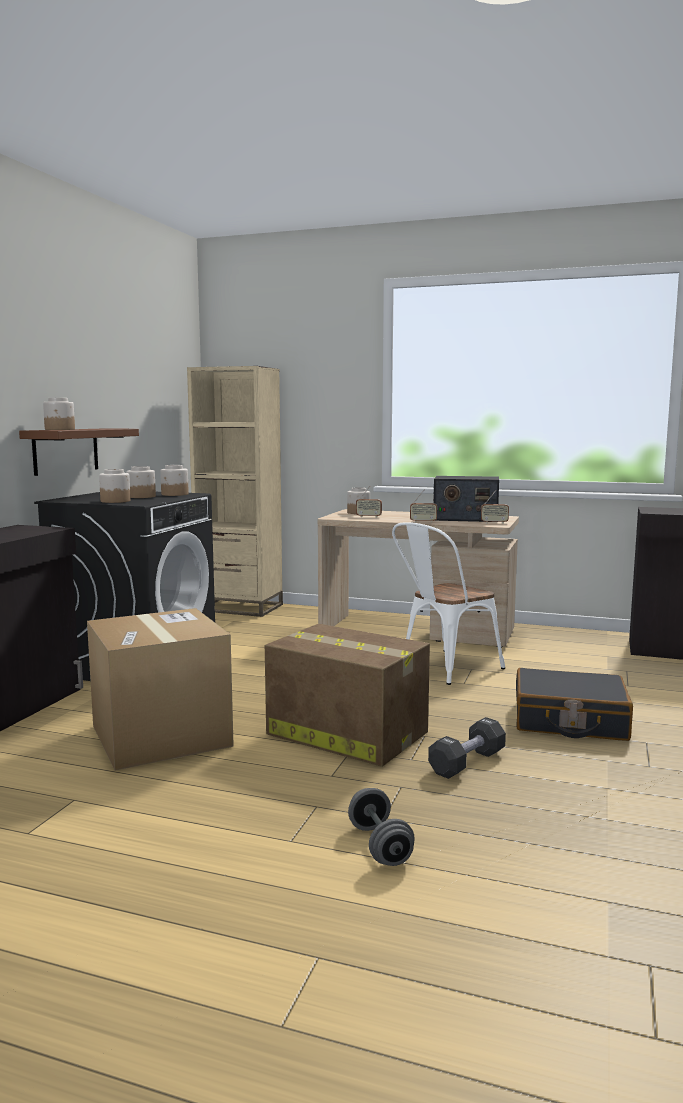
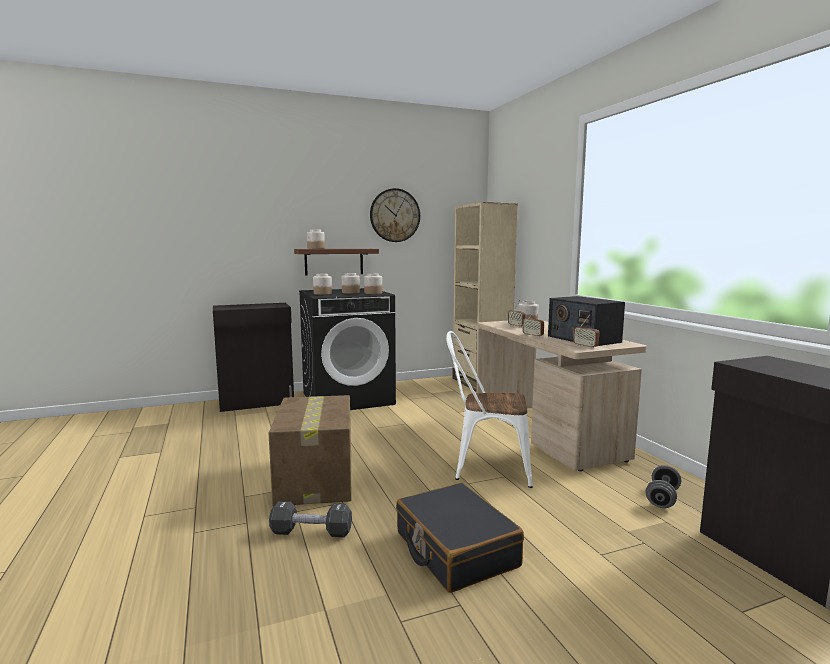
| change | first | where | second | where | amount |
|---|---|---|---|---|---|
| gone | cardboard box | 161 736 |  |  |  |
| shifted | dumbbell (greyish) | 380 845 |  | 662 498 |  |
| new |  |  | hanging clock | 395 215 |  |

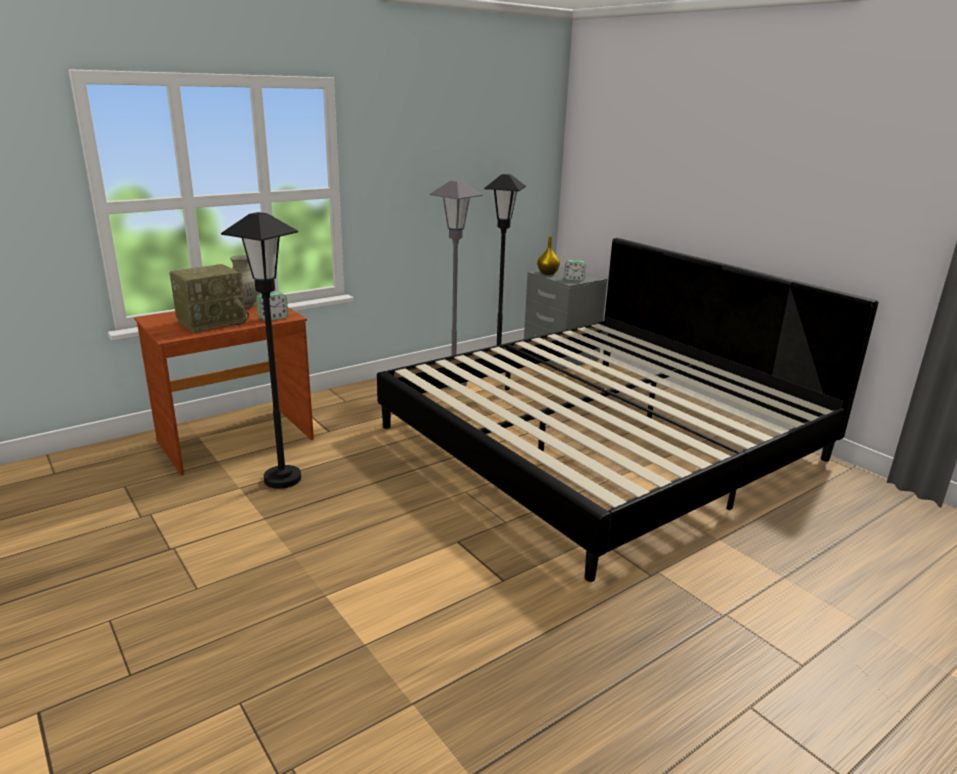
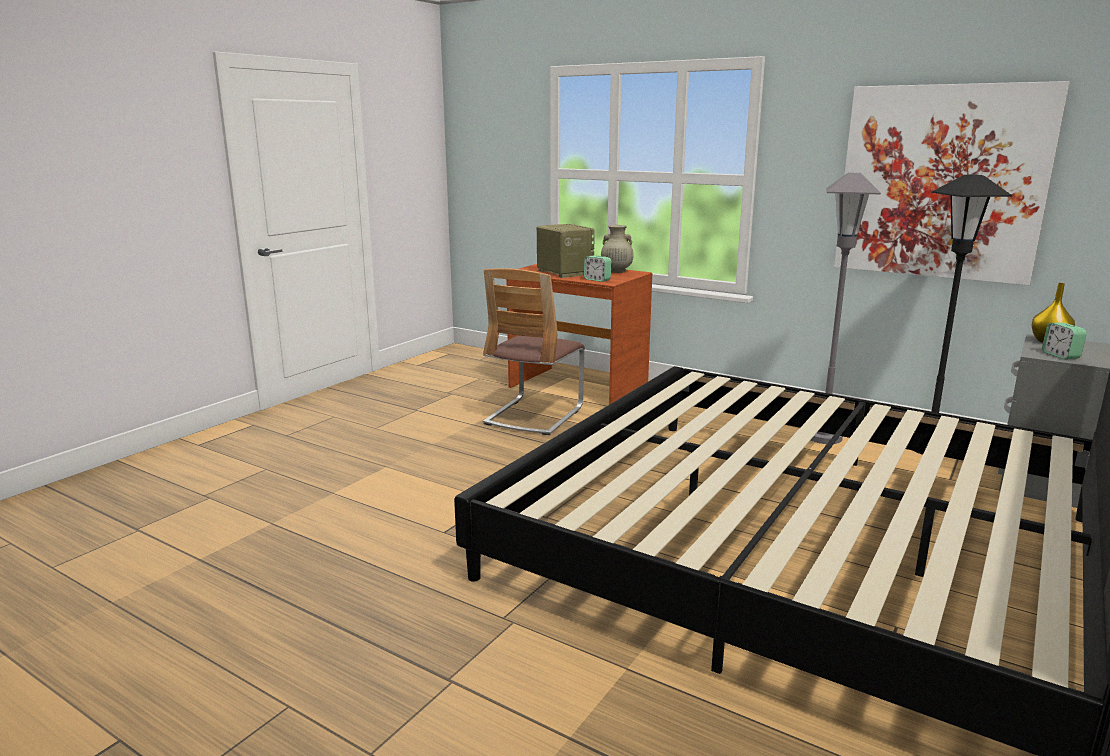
| change | first | where | second | where | amount |
|---|---|---|---|---|---|
| rotated | radio set | 212 322 |  | 563 272 | 150 degrees counterclockwise |
| swapped | standard lamp (black-coloured) | 282 479 | upright chair | 534 415 |  |
| new |  |  | wall picture | 941 182 |  |

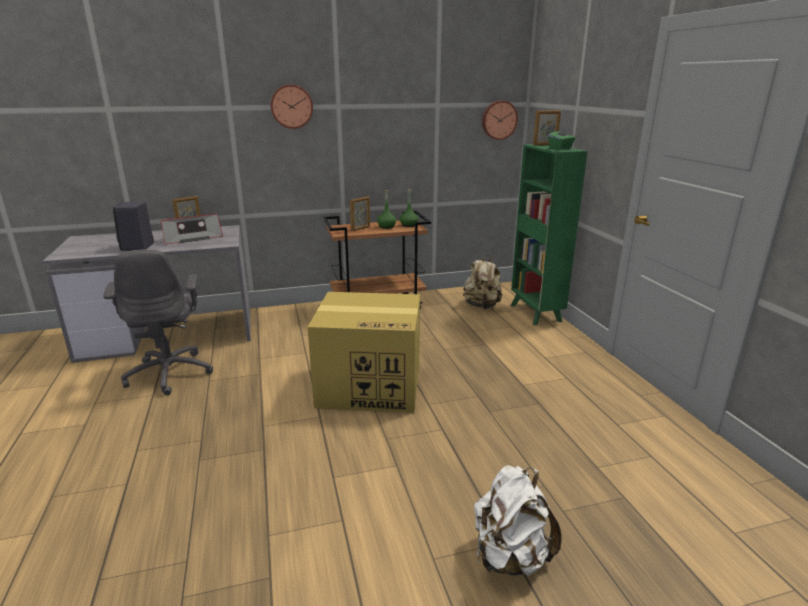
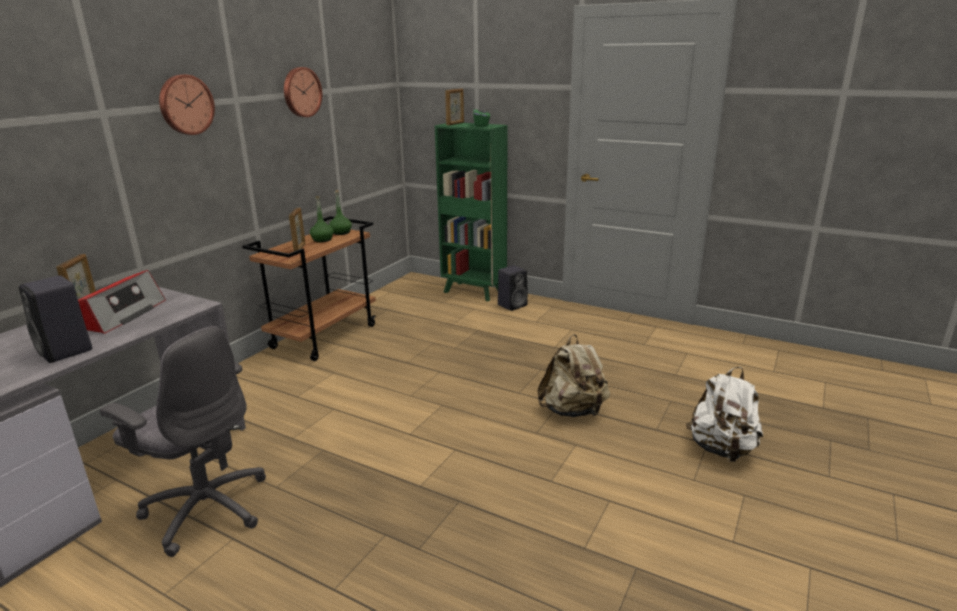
| change | first | where | second | where | amount |
|---|---|---|---|---|---|
| gone | cardboard box | 371 386 |  |  |  |
| shifted | rucksack (sand-coloured) | 482 306 |  | 573 411 |  |
| shifted | hanging clock | 499 120 |  | 301 92 |  |
| new |  |  | speaker (black-coloured) | 513 305 |  |

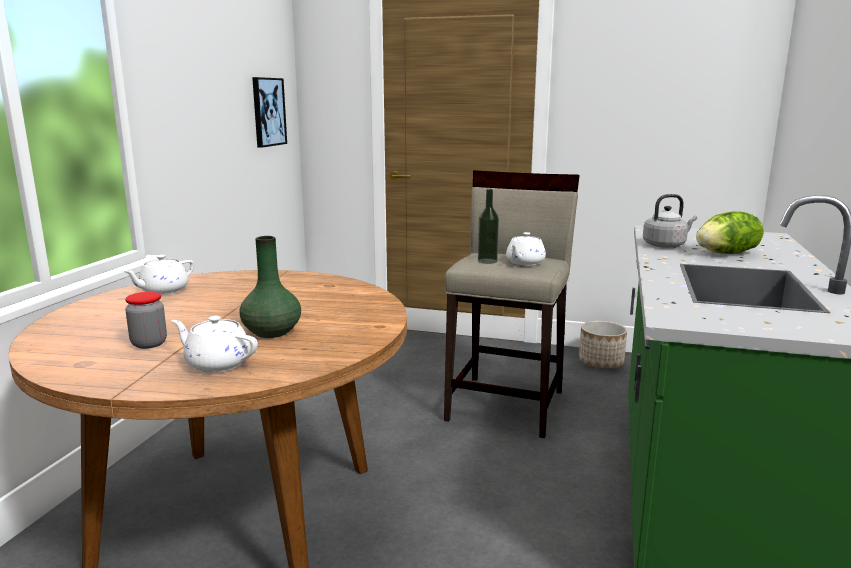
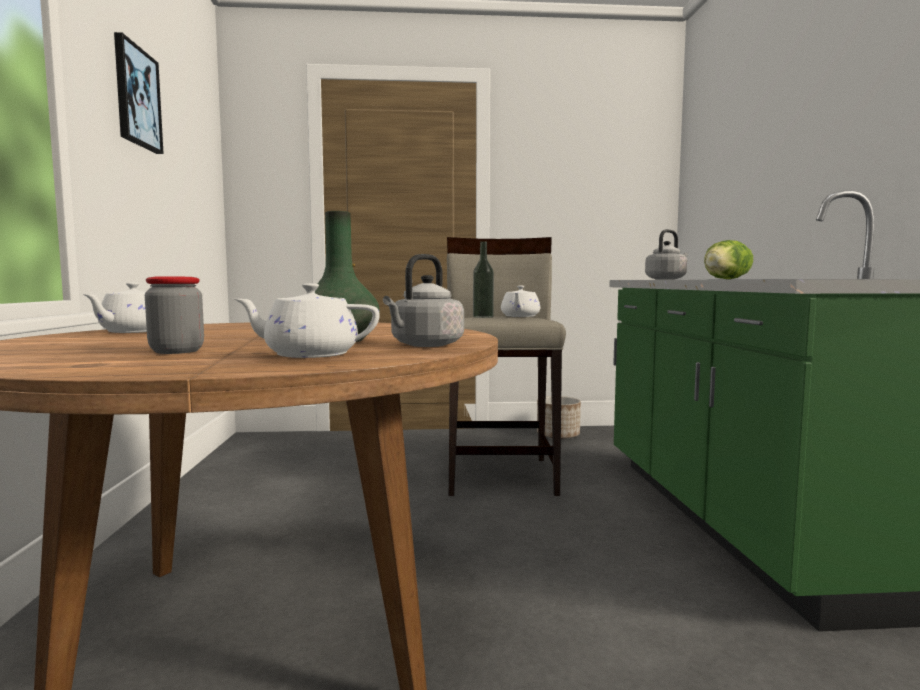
| change | first | where | second | where | amount |
|---|---|---|---|---|---|
| shifted | wall picture | 268 112 |  | 136 97 |  |
| new |  |  | tea kettle (greyish) | 424 345 |  |

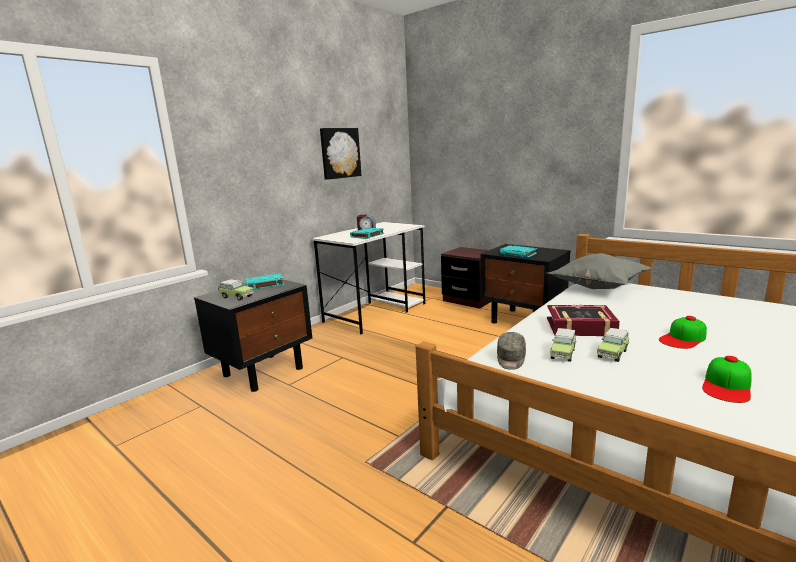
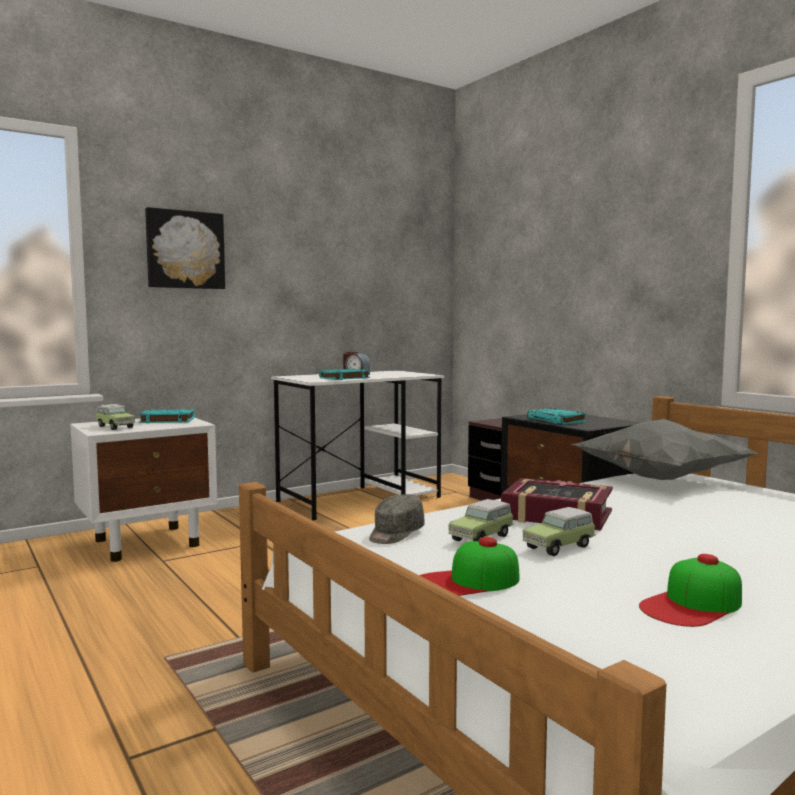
| change | first | where | second | where | amount |
|---|---|---|---|---|---|
| repainted | nightstand (black-coloured) | 264 371 | nightstand (whitish) | 148 542 |  |
| shifted | wall picture | 339 153 |  | 185 250 |  |
| shifted | baseball cap | 683 338 |  | 466 581 |  |

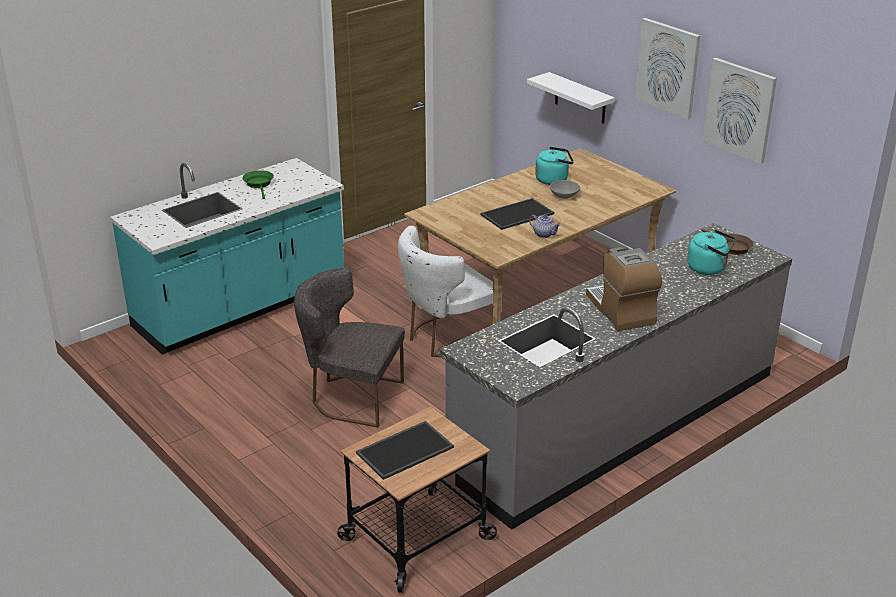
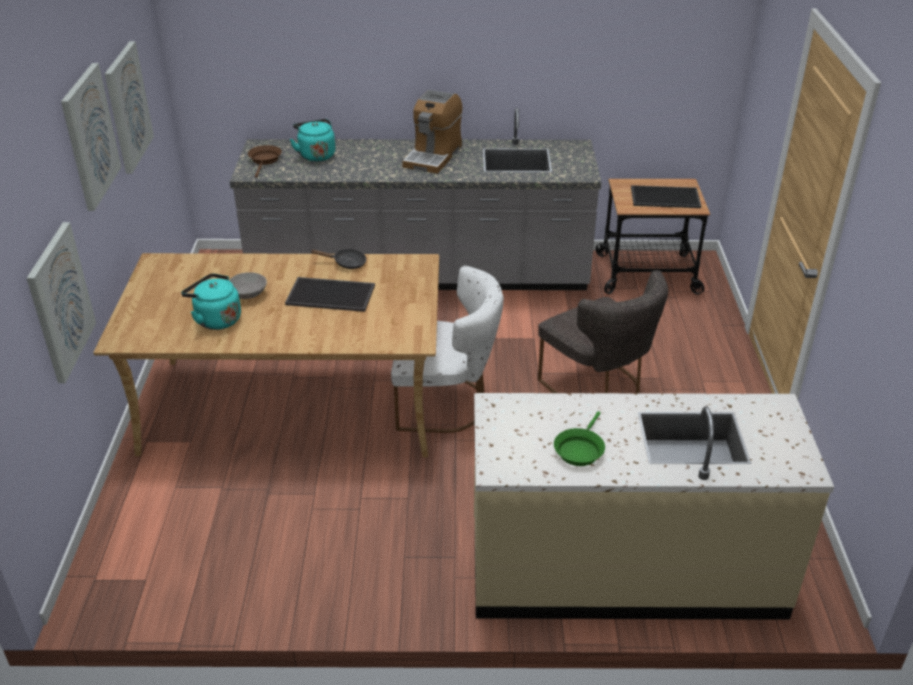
| change | first | where | second | where | amount |
|---|---|---|---|---|---|
| repainted | kitchen counter (blue-green) | 241 308 | kitchen counter (sand-coloured) | 624 570 |  |
| swapped | shelf (whitish) | 580 98 | wall picture | 60 302 |  |
| swapped | tea pot | 544 234 | pan (black-coloured) | 346 263 |  |

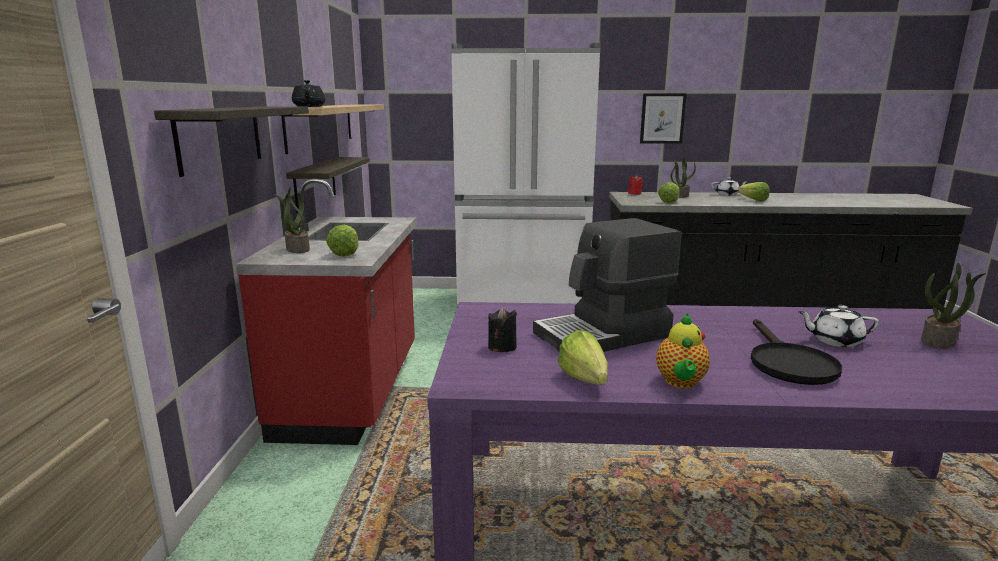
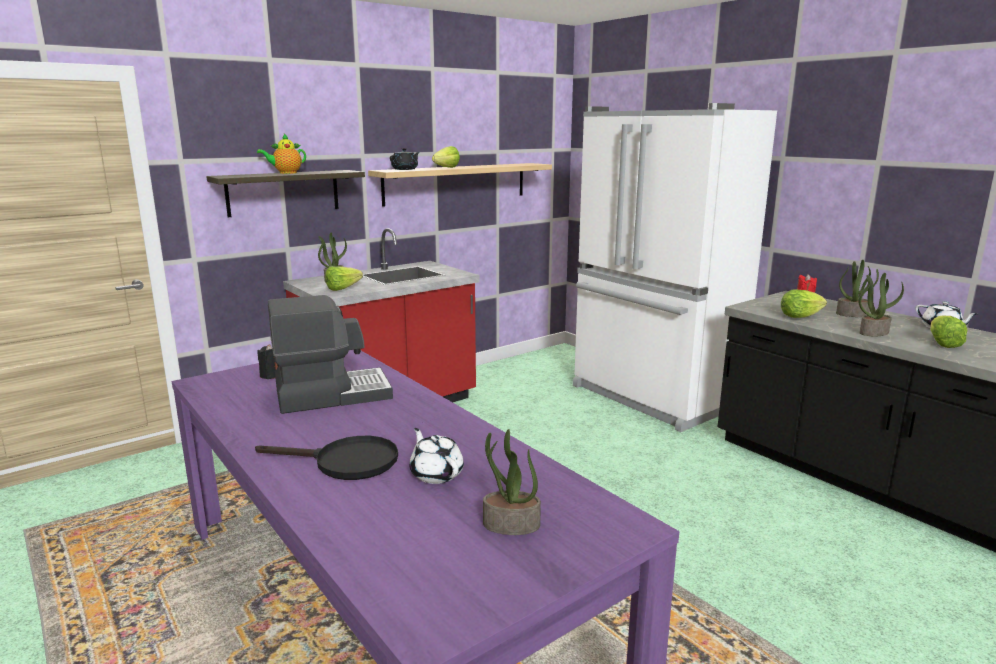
| change | first | where | second | where | amount |
|---|---|---|---|---|---|
| gone | shelf | 315 183 |  |  |  |
| rotated | coffee machine | 604 335 |  | 332 394 | 135 degrees clockwise |
| shifted | head of lettuce | 585 383 |  | 443 168 |  |
| gone | wall picture | 662 118 |  |  |  |
| shifted | tea pot | 680 383 |  | 286 173 |  |
| rotated | pan (black-coloured) | 787 363 |  | 345 462 | 135 degrees counterclockwise |
| new |  |  | plant in a pot | 873 332 |  |

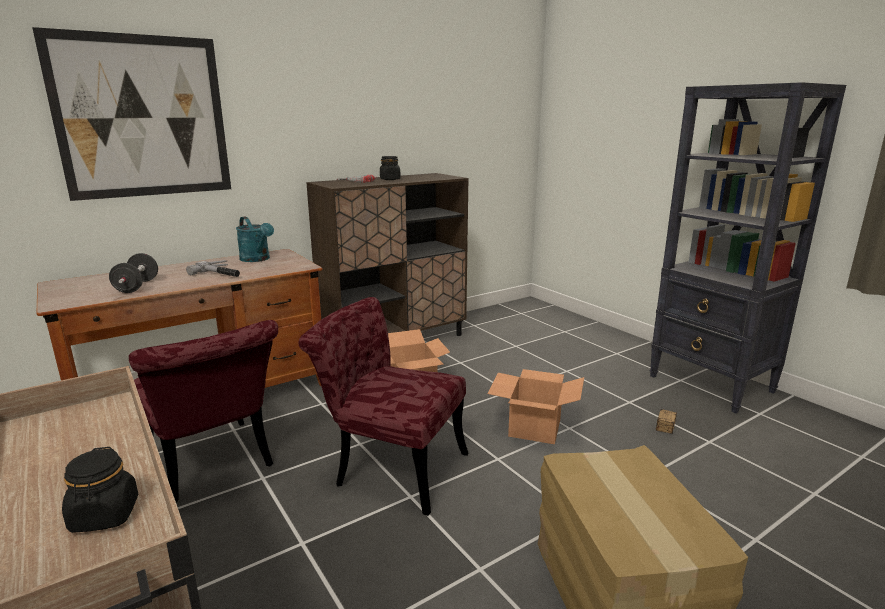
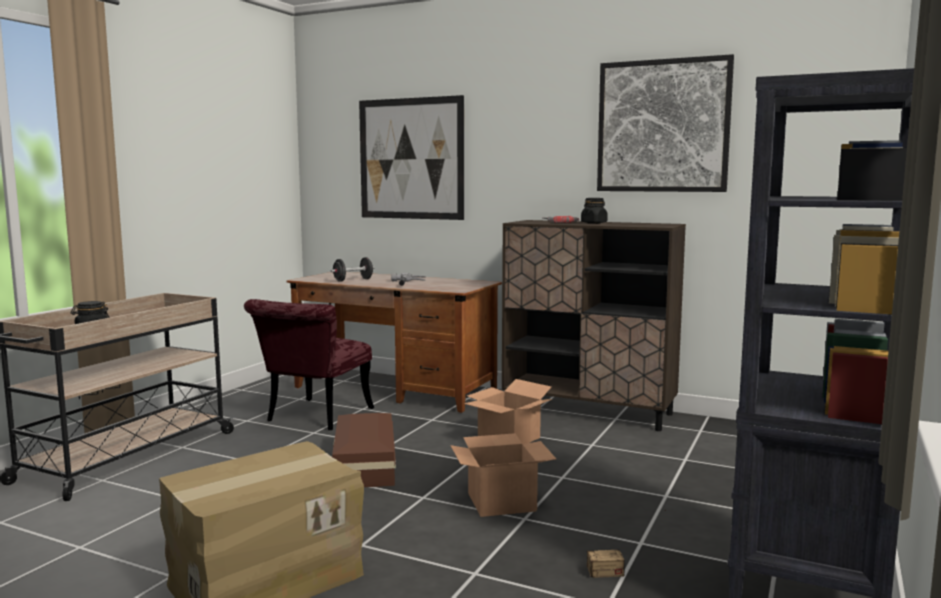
| change | first | where | second | where | amount |
|---|---|---|---|---|---|
| gone | watering pot (blue-green) | 257 259 |  |  |  |
| swapped | upright chair (red-coloured) | 390 467 | storage box (brown-coloured) | 366 463 |  |
| new |  |  | wall picture | 662 126 |  |

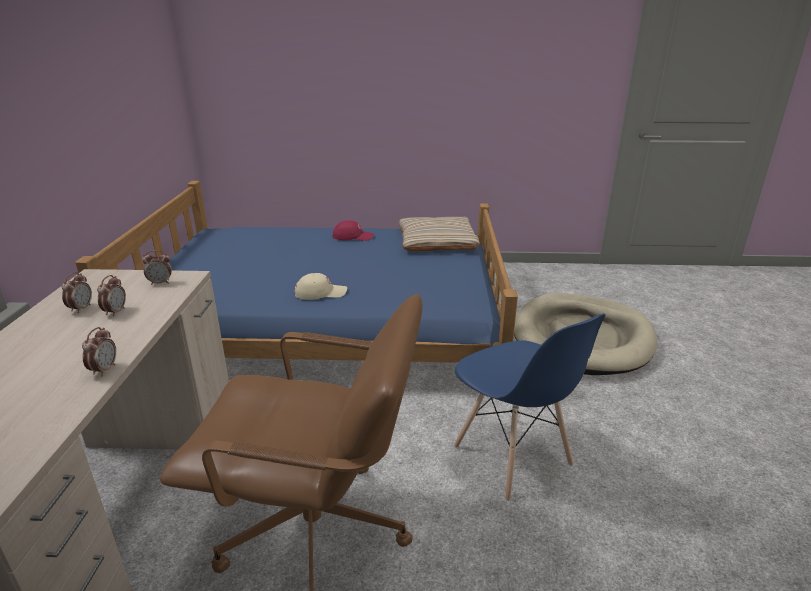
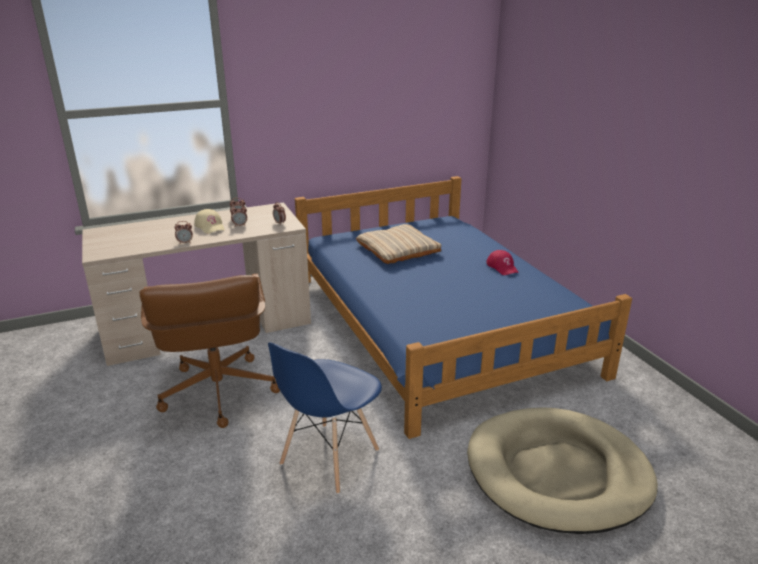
| change | first | where | second | where | amount |
|---|---|---|---|---|---|
| shifted | baseball cap (sand-coloured) | 320 292 |  | 210 226 |  |
| shifted | pillow (sand-coloured) | 436 240 |  | 398 249 |  |

